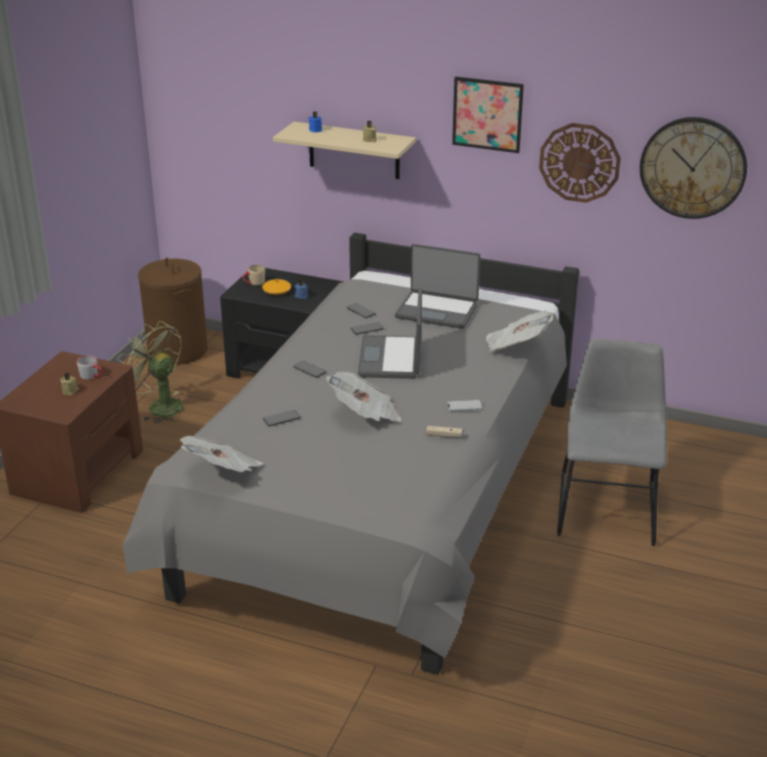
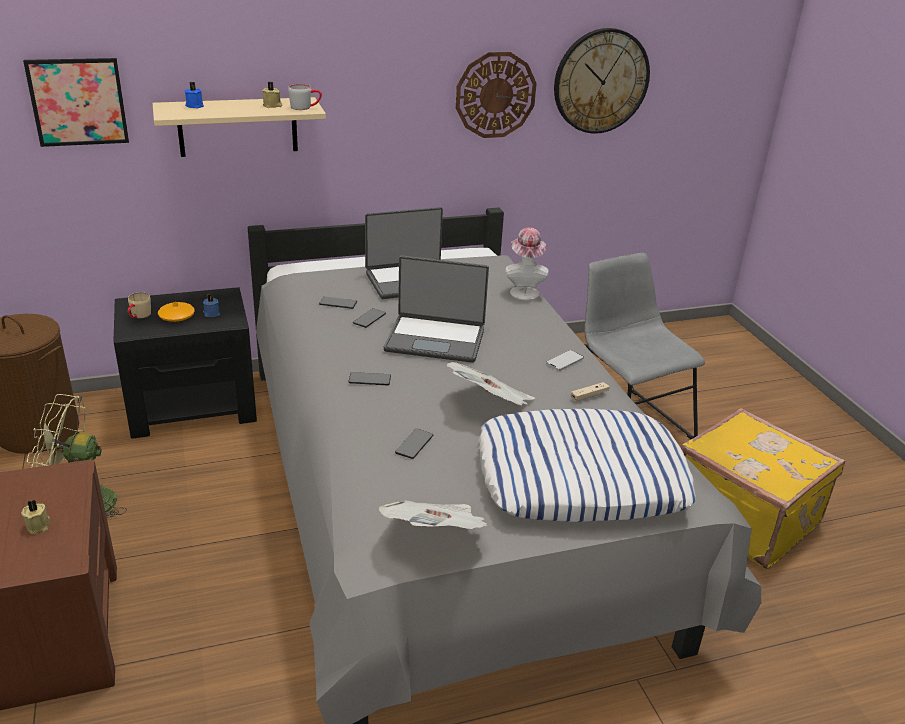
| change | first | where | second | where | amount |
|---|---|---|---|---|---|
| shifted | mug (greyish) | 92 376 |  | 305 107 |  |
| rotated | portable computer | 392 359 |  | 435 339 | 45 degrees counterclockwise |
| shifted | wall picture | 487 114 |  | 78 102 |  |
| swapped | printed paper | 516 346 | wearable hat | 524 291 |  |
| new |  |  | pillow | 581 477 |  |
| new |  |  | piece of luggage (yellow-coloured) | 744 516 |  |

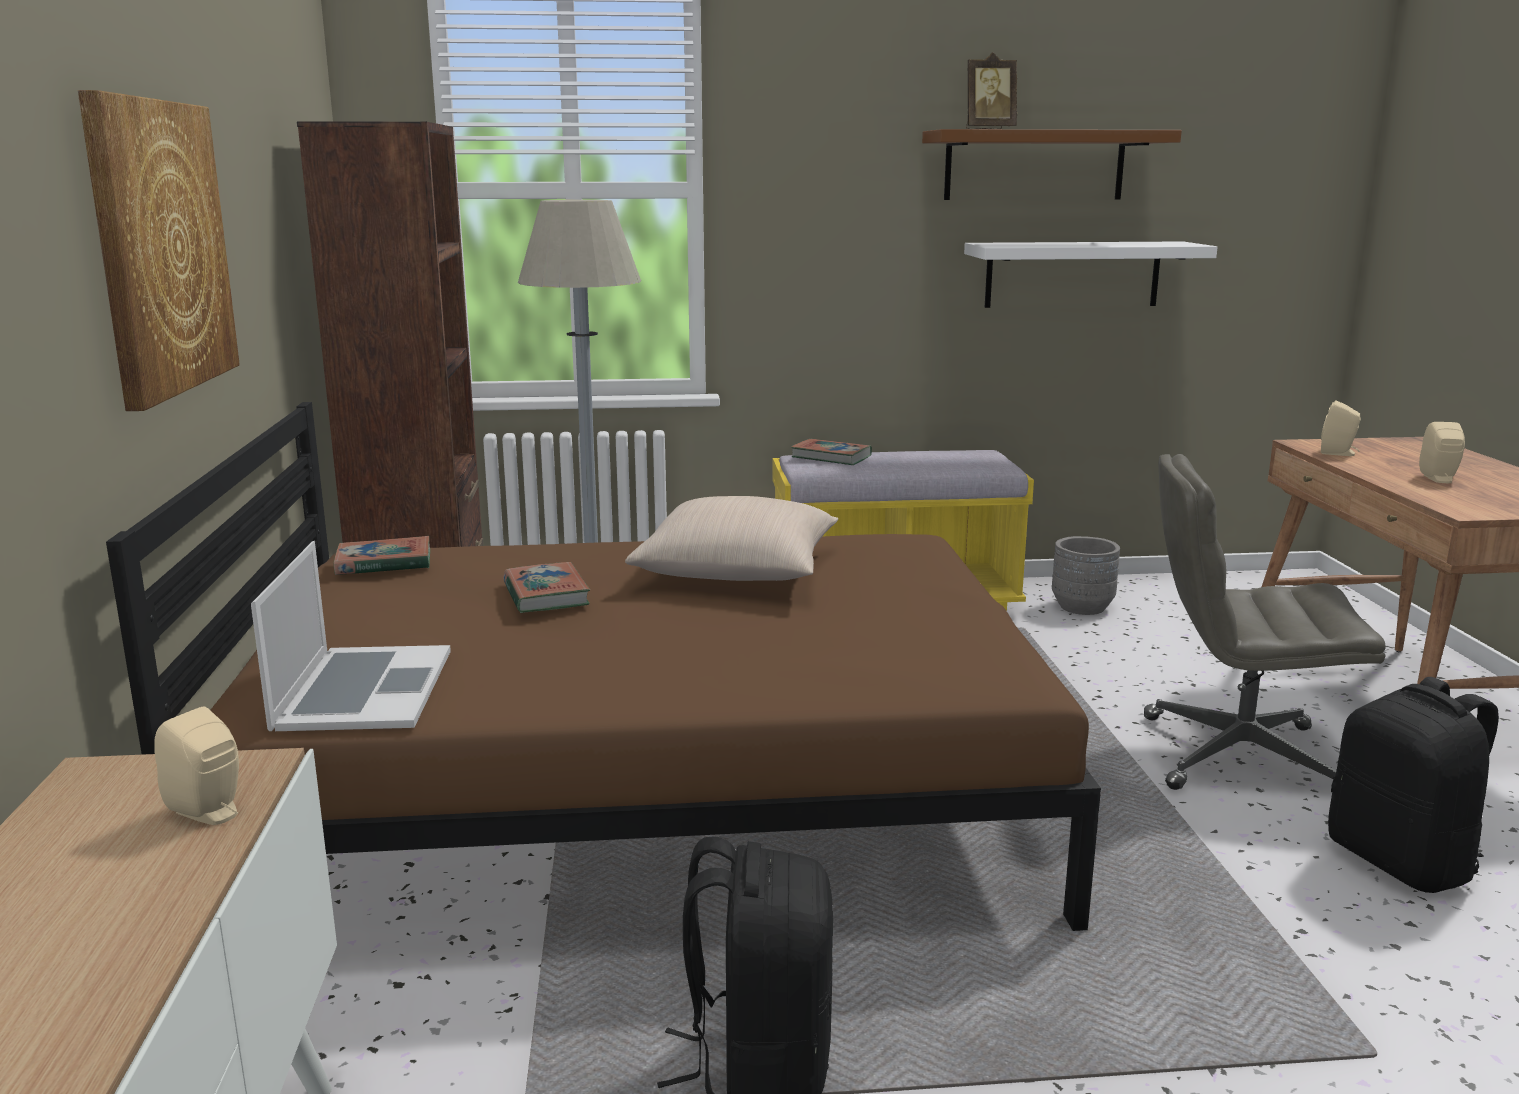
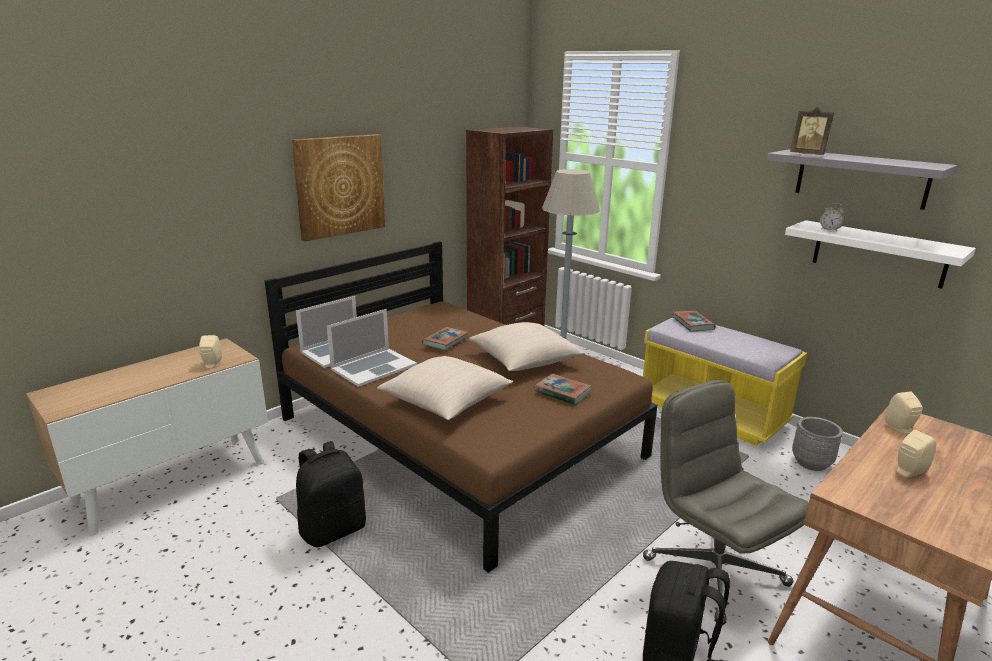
| change | first | where | second | where | amount |
|---|---|---|---|---|---|
| shifted | volume | 384 563 |  | 562 392 |  |
| repainted | shelf (brown-coloured) | 1034 165 | shelf (greyish) | 861 178 |  |
| new |  |  | portable computer | 373 367 |  |
| new |  |  | pillow (sand-coloured) | 446 401 |  |
| new |  |  | bedside clock | 830 230 |  |

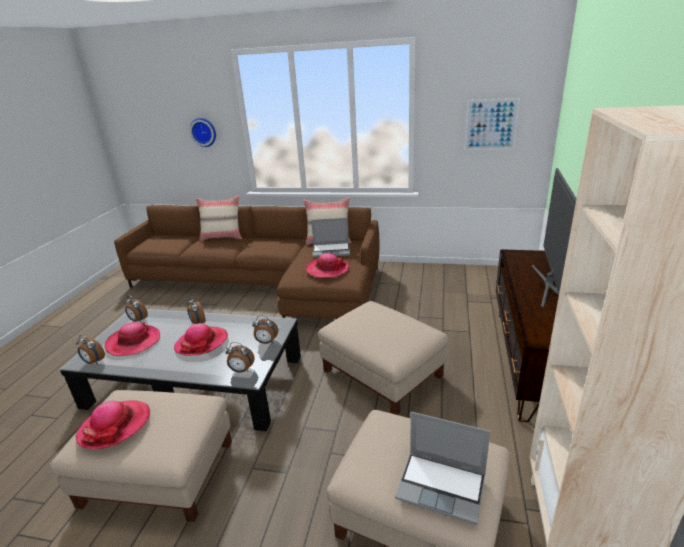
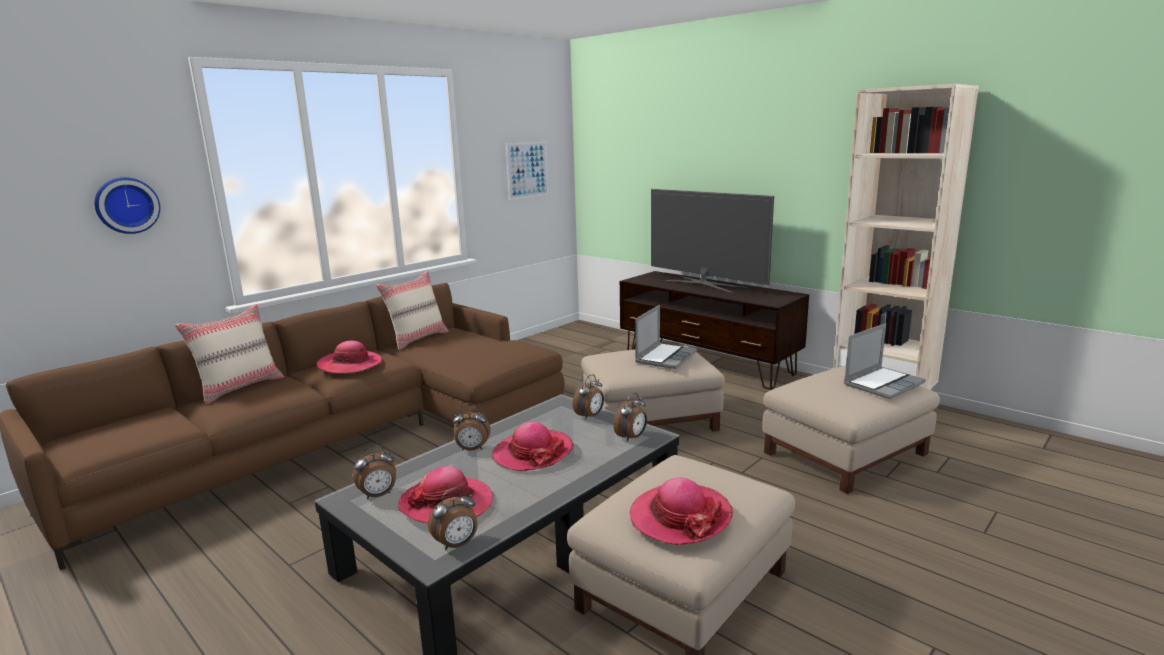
| change | first | where | second | where | amount |
|---|---|---|---|---|---|
| shifted | wearable hat | 327 269 |  | 350 365 |  |
| shifted | portable computer | 332 250 |  | 665 357 |  |

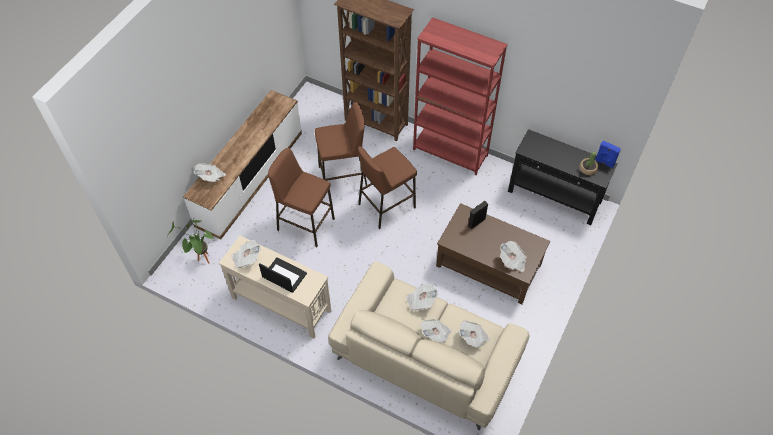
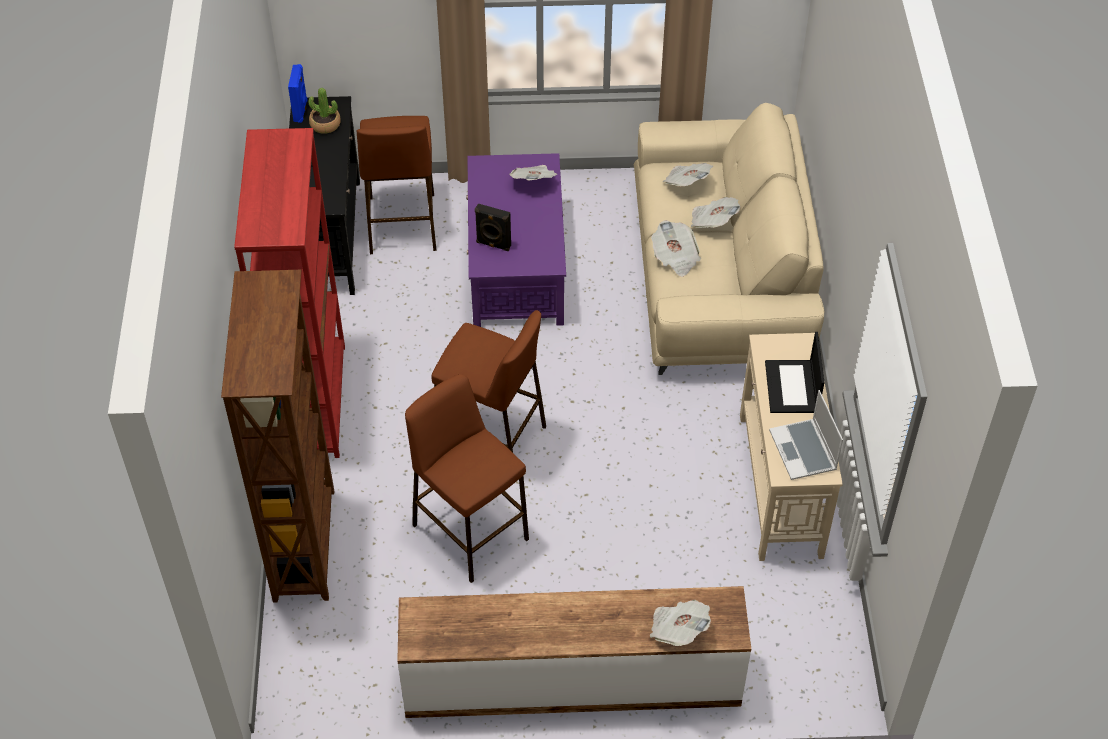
| change | first | where | second | where | amount |
|---|---|---|---|---|---|
| gone | plant in a pot | 202 261 |  |  |  |
| swapped | printed paper | 246 258 | portable computer | 804 451 |  |
| shifted | sitting stool (brown-coloured) | 305 224 |  | 402 224 |  |
| repainted | coffee table (brown-coloured) | 488 265 | coffee table (purplish) | 516 266 |  |

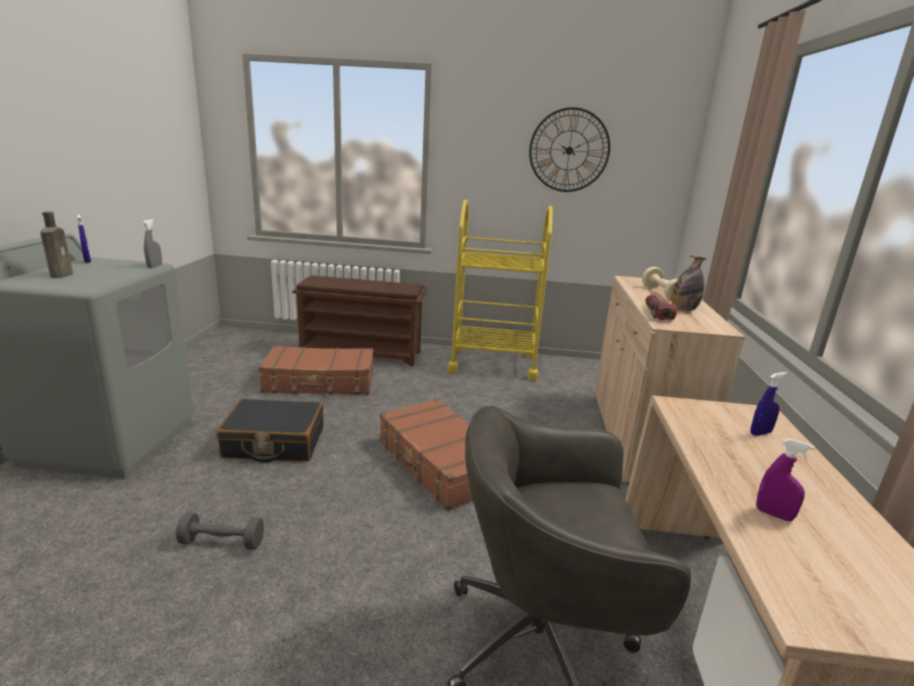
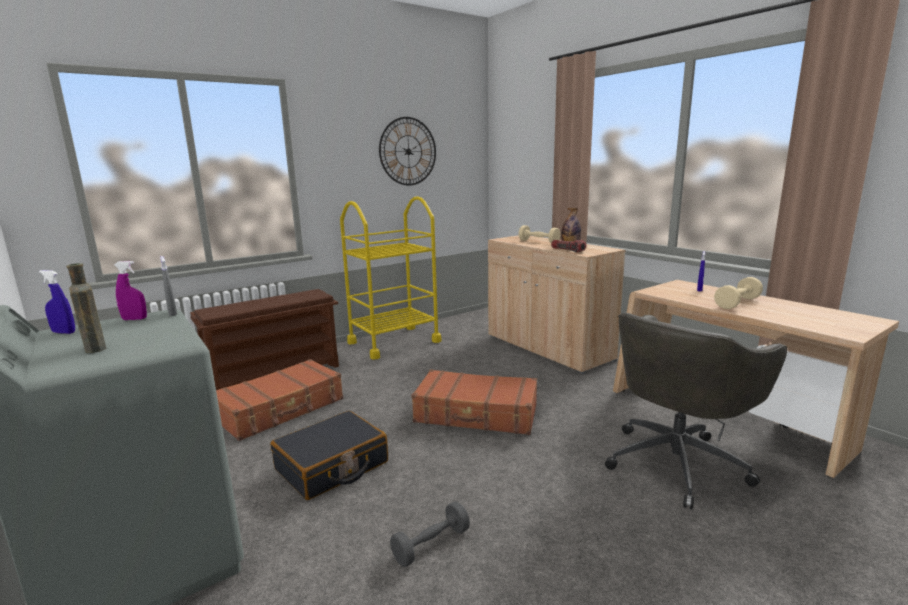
| change | first | where | second | where | amount |
|---|---|---|---|---|---|
| shifted | sprayer (purplish) | 774 514 |  | 134 319 |  |
| new |  |  | dumbbell (sand-coloured) | 737 303 |  |

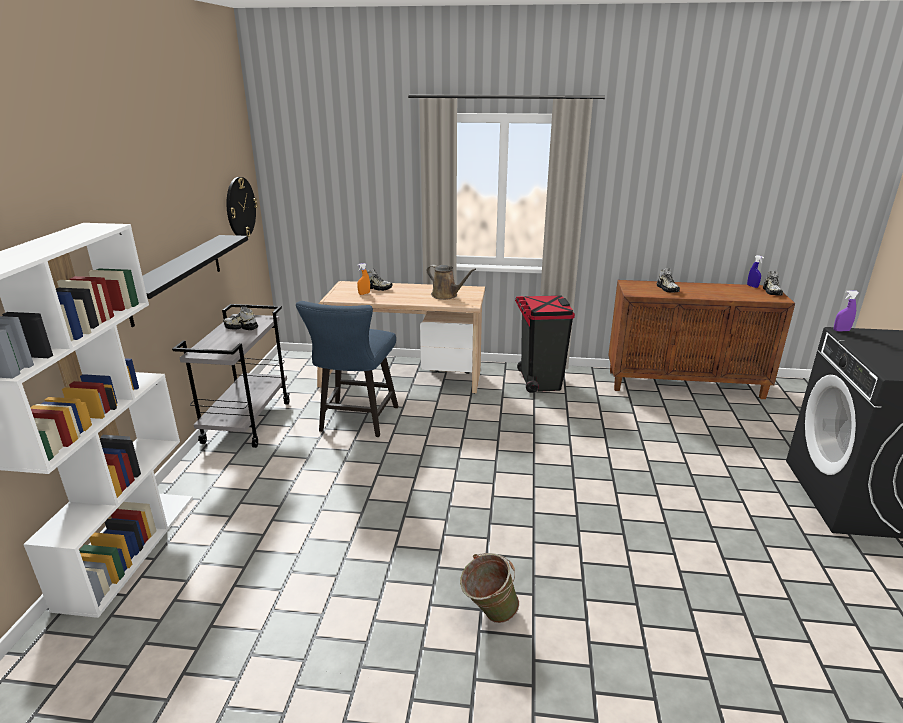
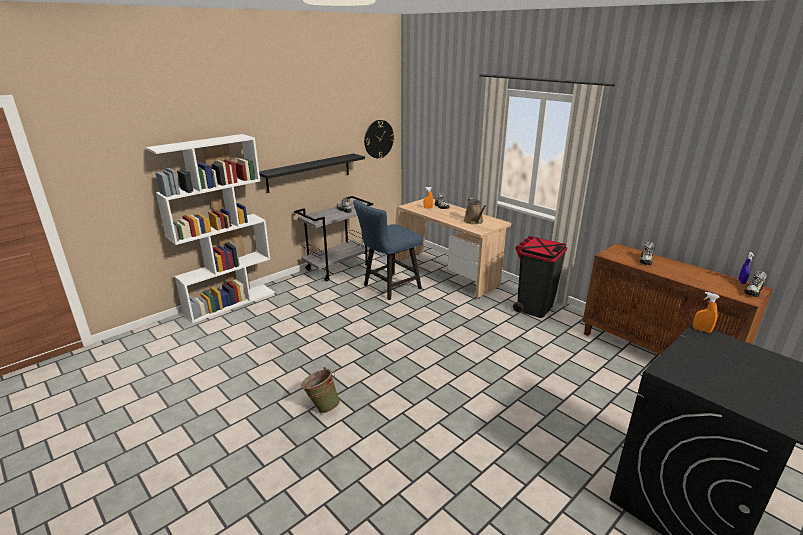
| change | first | where | second | where | amount |
|---|---|---|---|---|---|
| repainted | sprayer (purplish) | 841 330 | sprayer (orangey) | 701 330 |  |

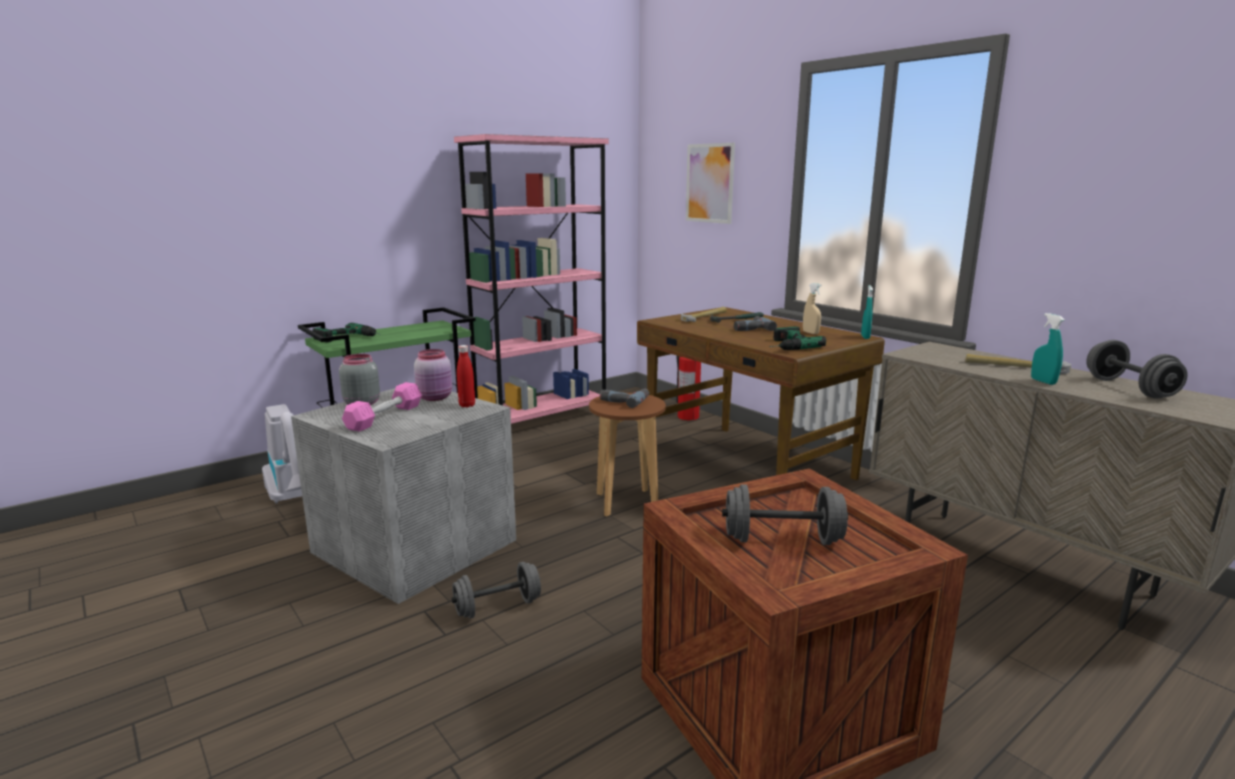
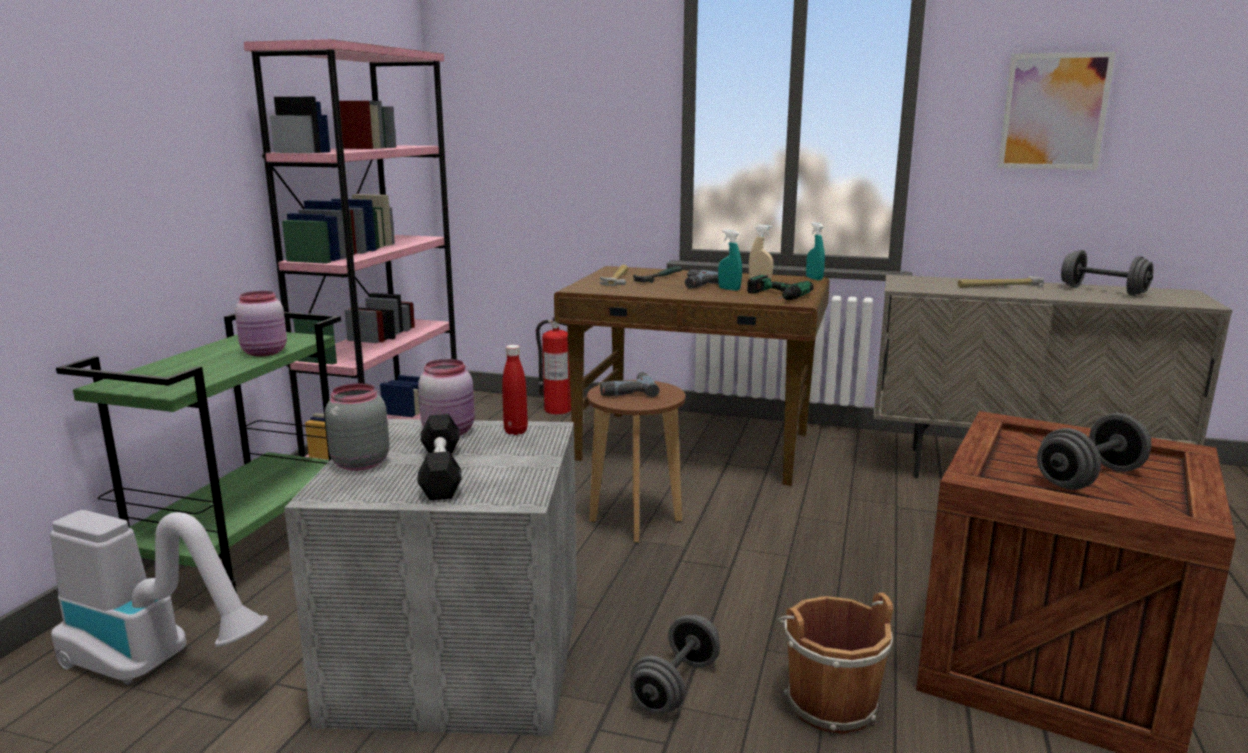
| change | first | where | second | where | amount |
|---|---|---|---|---|---|
| gone | drill | 350 338 |  |  |  |
| repainted | dumbbell (pinkish) | 384 417 | dumbbell (black-coloured) | 441 472 |  |
| shifted | wall picture | 709 183 |  | 1054 111 |  |
| shifted | sprayer (blue-green) | 1043 381 |  | 729 289 |  |
| new |  |  | preserve jar (pinkish) | 265 353 |  |
| new |  |  | pail (brown-coloured) | 828 702 |  |

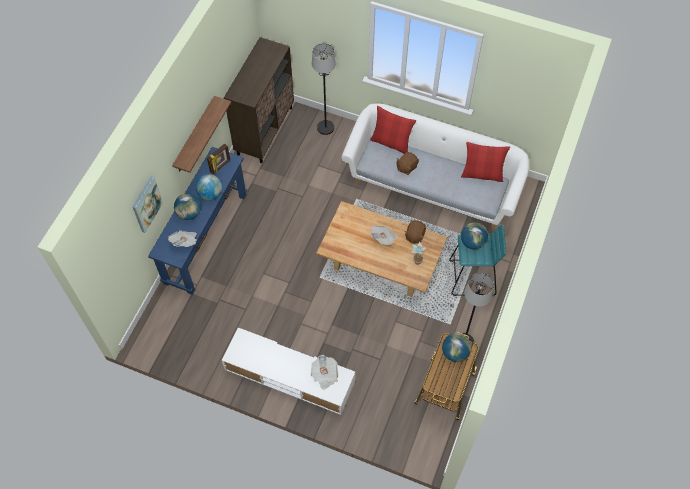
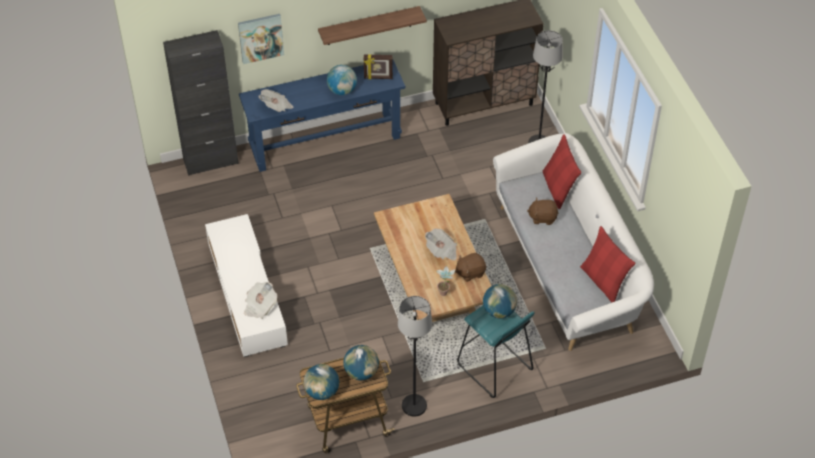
| change | first | where | second | where | amount |
|---|---|---|---|---|---|
| shifted | world globe | 189 213 |  | 322 392 |  |
| new |  |  | cabinet (black-coloured) | 210 161 |  |

